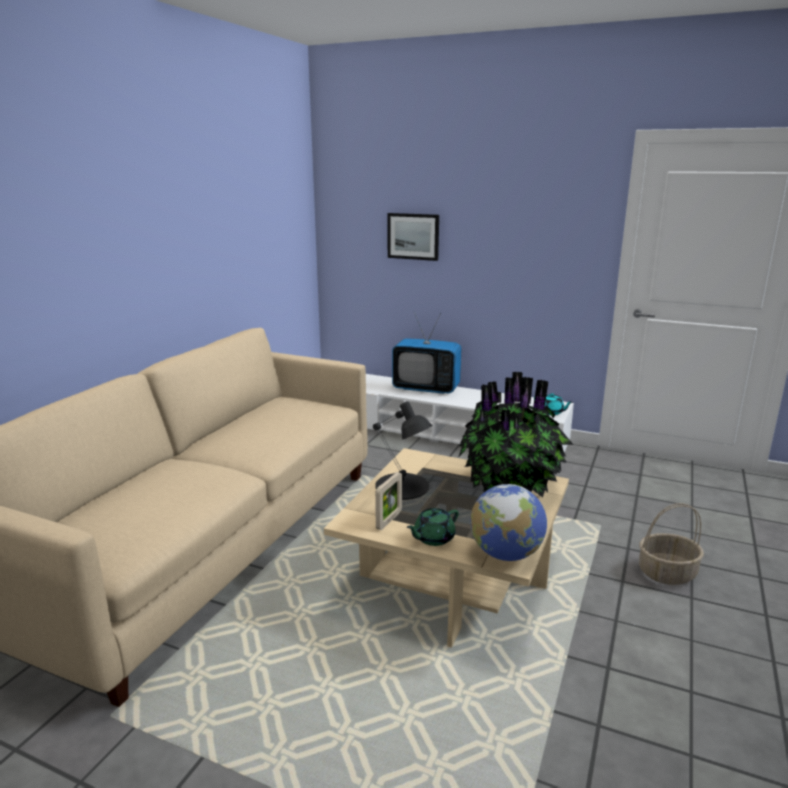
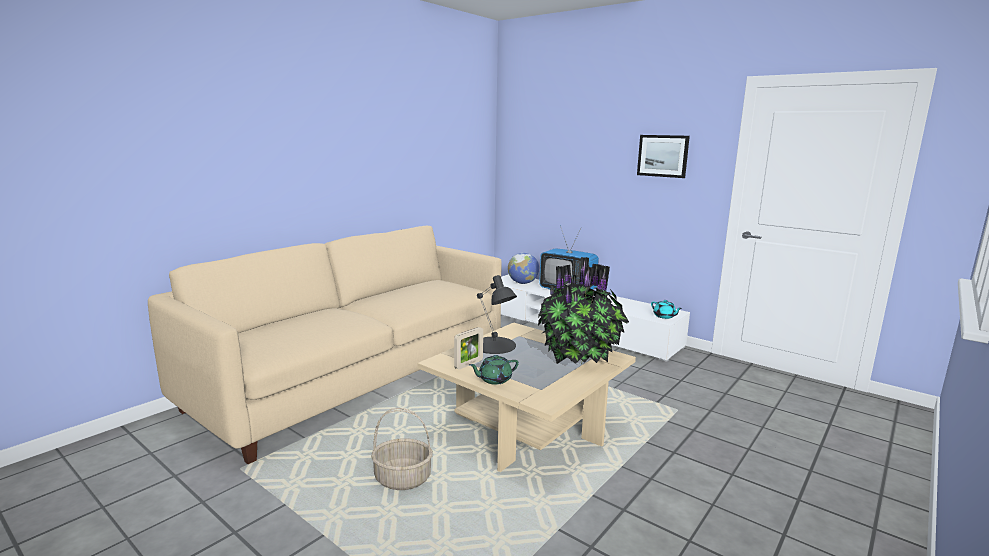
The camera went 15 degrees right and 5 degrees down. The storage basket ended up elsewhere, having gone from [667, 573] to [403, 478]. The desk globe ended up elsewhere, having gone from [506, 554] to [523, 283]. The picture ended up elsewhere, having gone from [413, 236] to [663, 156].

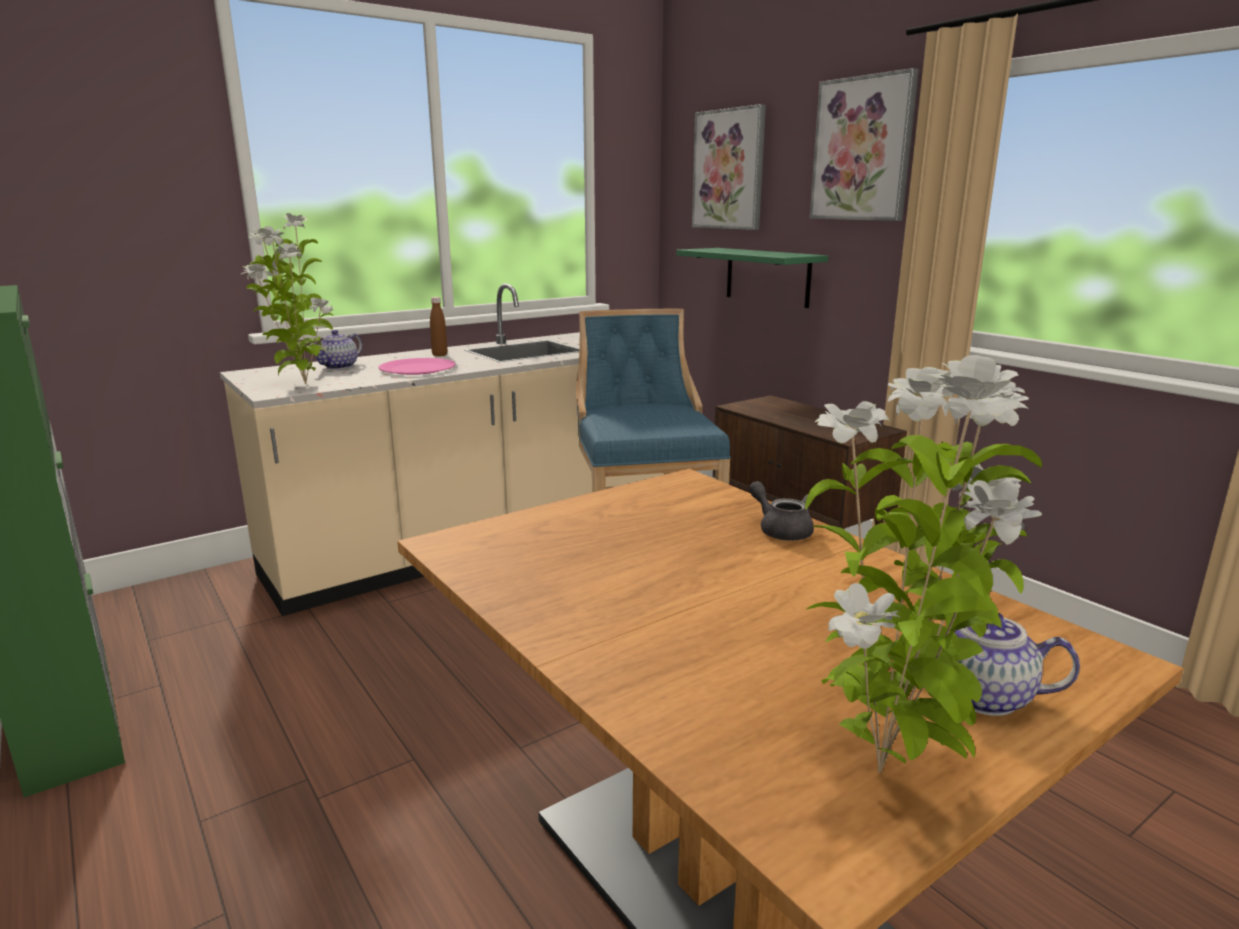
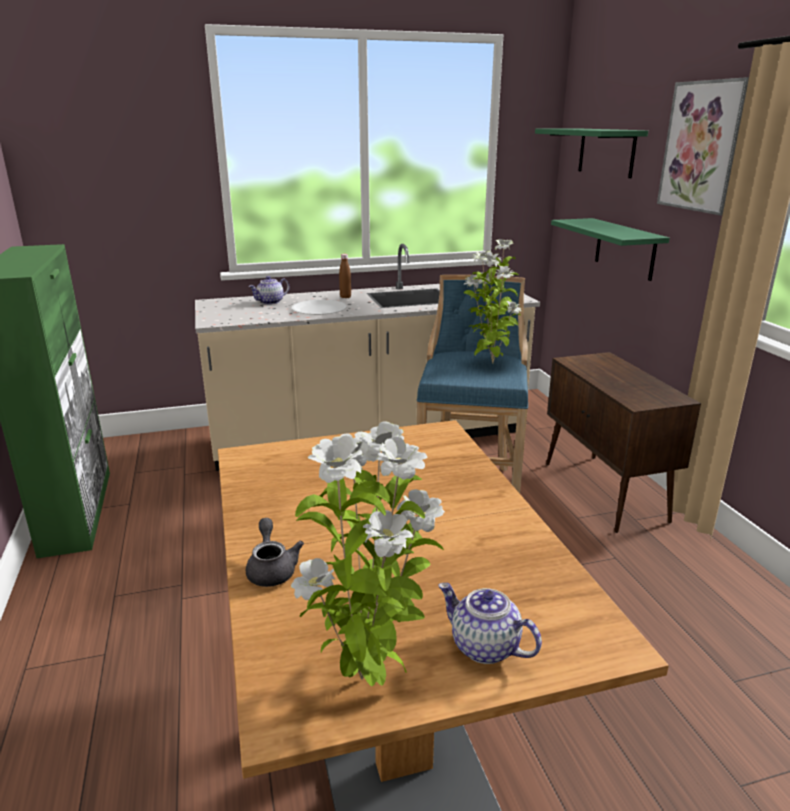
The camera went 20 degrees right and 5 degrees up. The teapot/greyish ended up elsewhere, having gone from [781, 530] to [272, 569]. What was the plate/pinkish at [417, 369] turned into the plate/white-coloured at [319, 309]. The plant in a pot ended up elsewhere, having gone from [302, 384] to [490, 363]. Where the picture hung at [729, 170], the wall shelf/greenish came to hang at [606, 152].

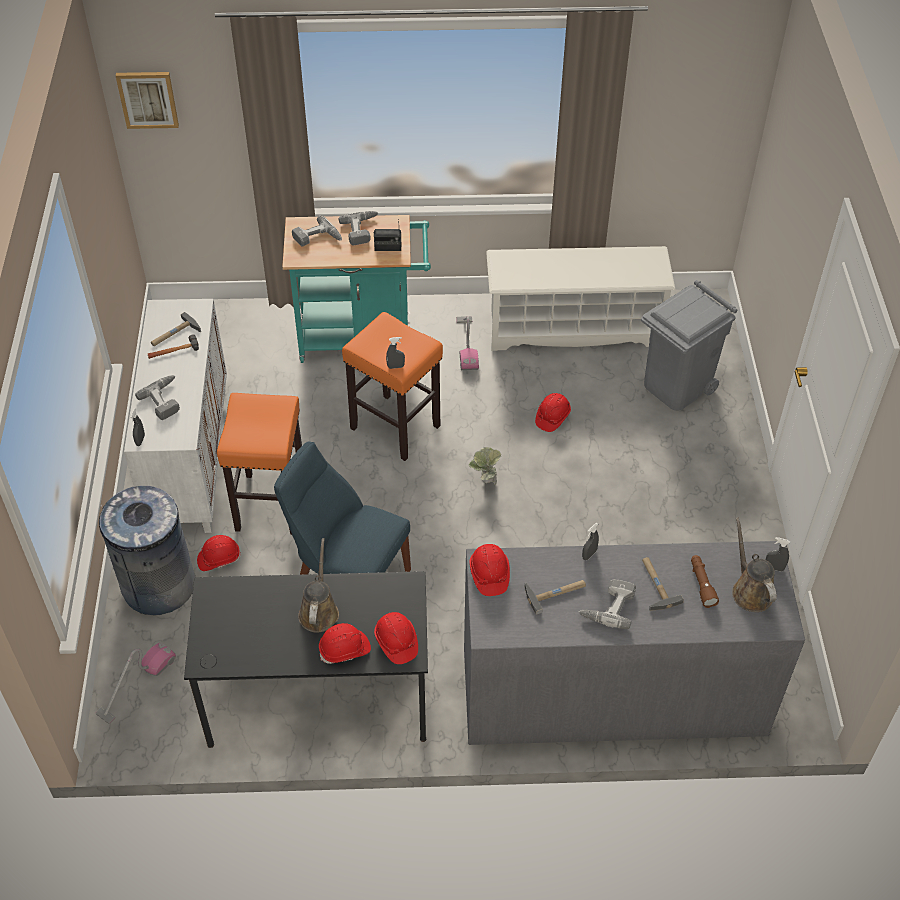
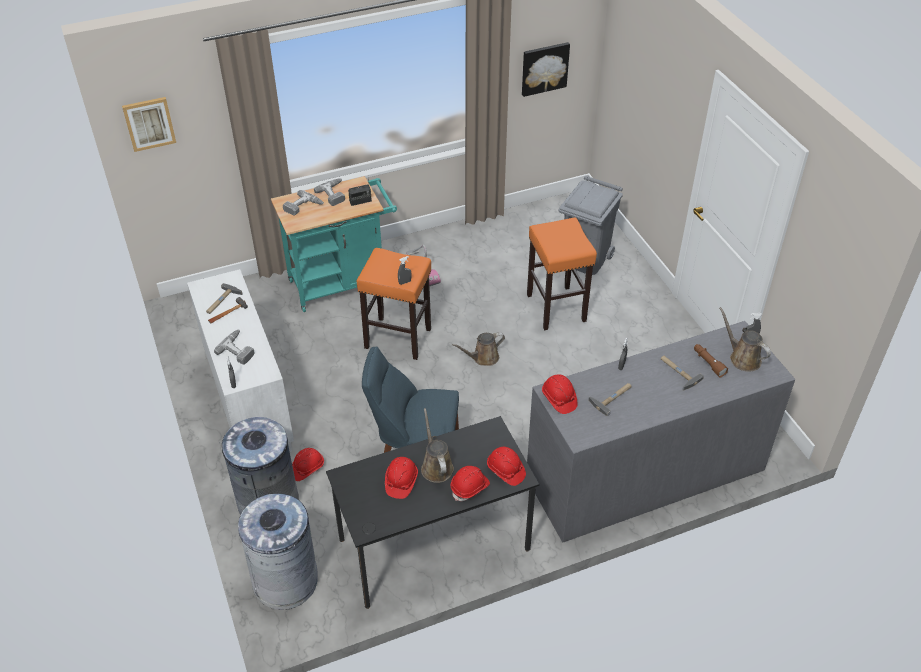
The camera went 20 degrees left and 5 degrees down. Where the vacuum stood at [136, 685], the trash can/greyish came to stand at [286, 581]. The safety helmet/reddish ended up elsewhere, having gone from [552, 417] to [401, 482]. Where the plant in a pot stood at [485, 482], the watering pot/brown-coloured came to stand at [483, 358]. The second view gained the picture at [544, 68]. The sitting stool/orange-coloured ended up elsewhere, having gone from [271, 504] to [556, 308]. The second view lost the shoe shelf/white-coloured at [574, 328]. The second view lost the power drill at [608, 606].

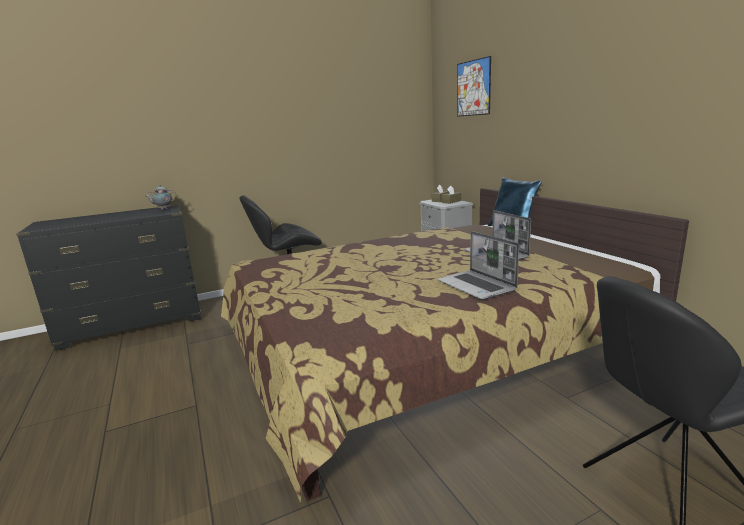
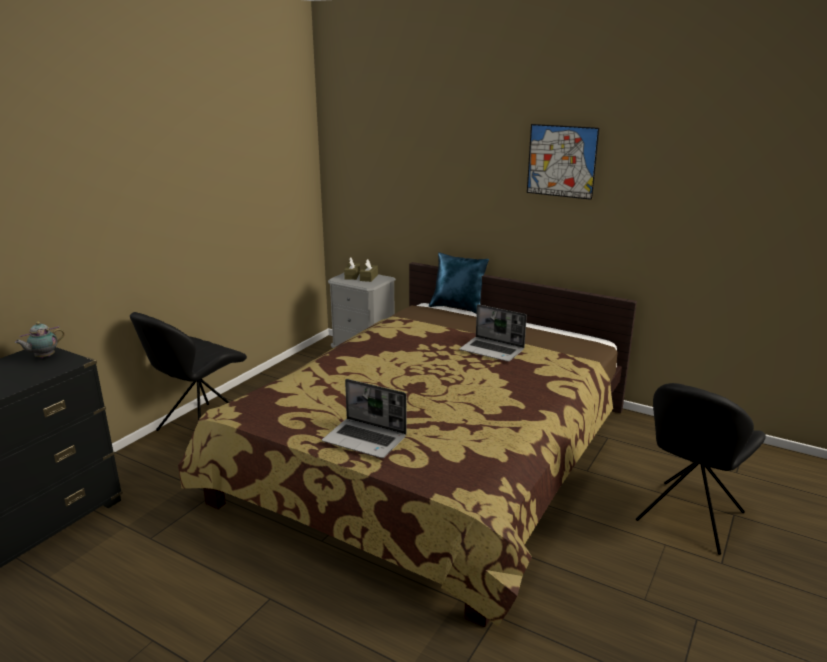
The camera went 35 degrees left and 5 degrees up. The laptop ended up elsewhere, having gone from [477, 286] to [366, 439]. The picture ended up elsewhere, having gone from [473, 88] to [561, 161].

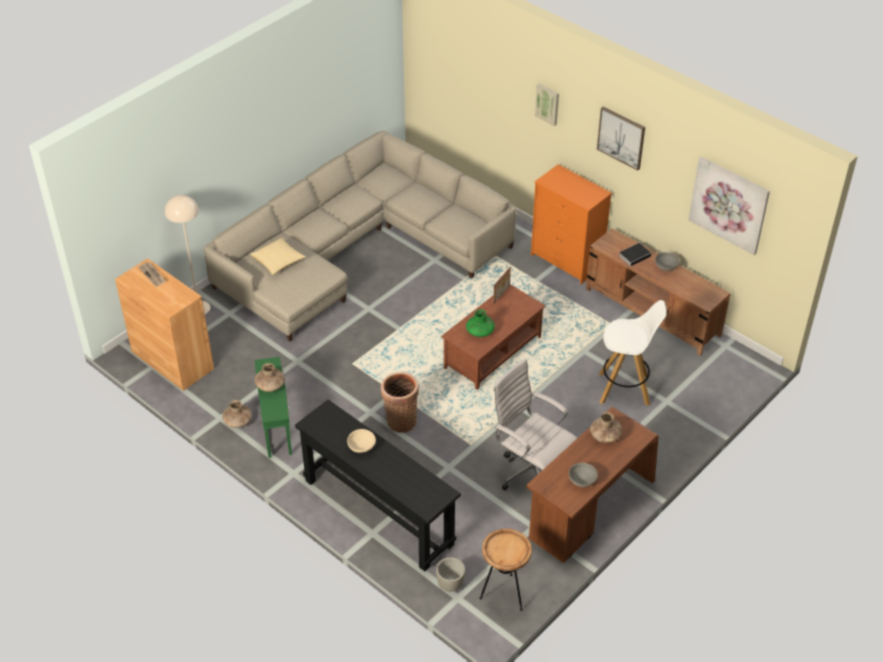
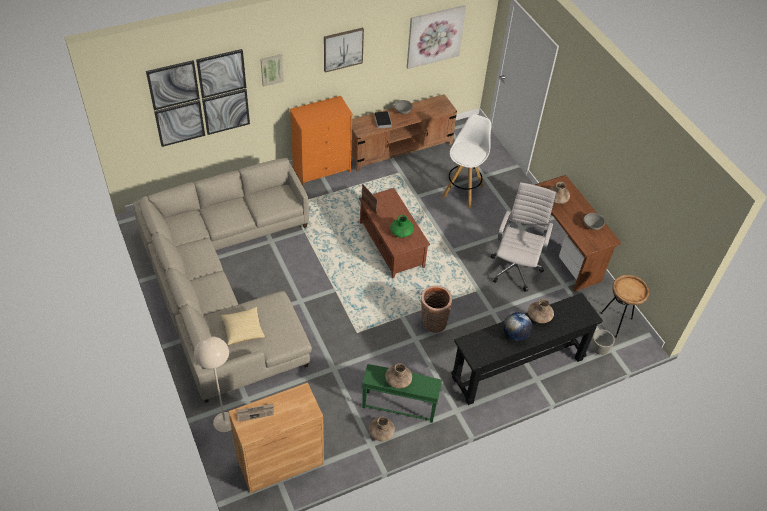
The camera went 70 degrees left and 5 degrees up. The second view gained the picture at [200, 98]. The office chair/white-coloured at [530, 472] ended up facing another way, 135 degrees clockwise from before. Where the deep dish/beige stood at [361, 447], the desk globe came to stand at [515, 334]. The second view gained the vase/brown-coloured at [539, 316].

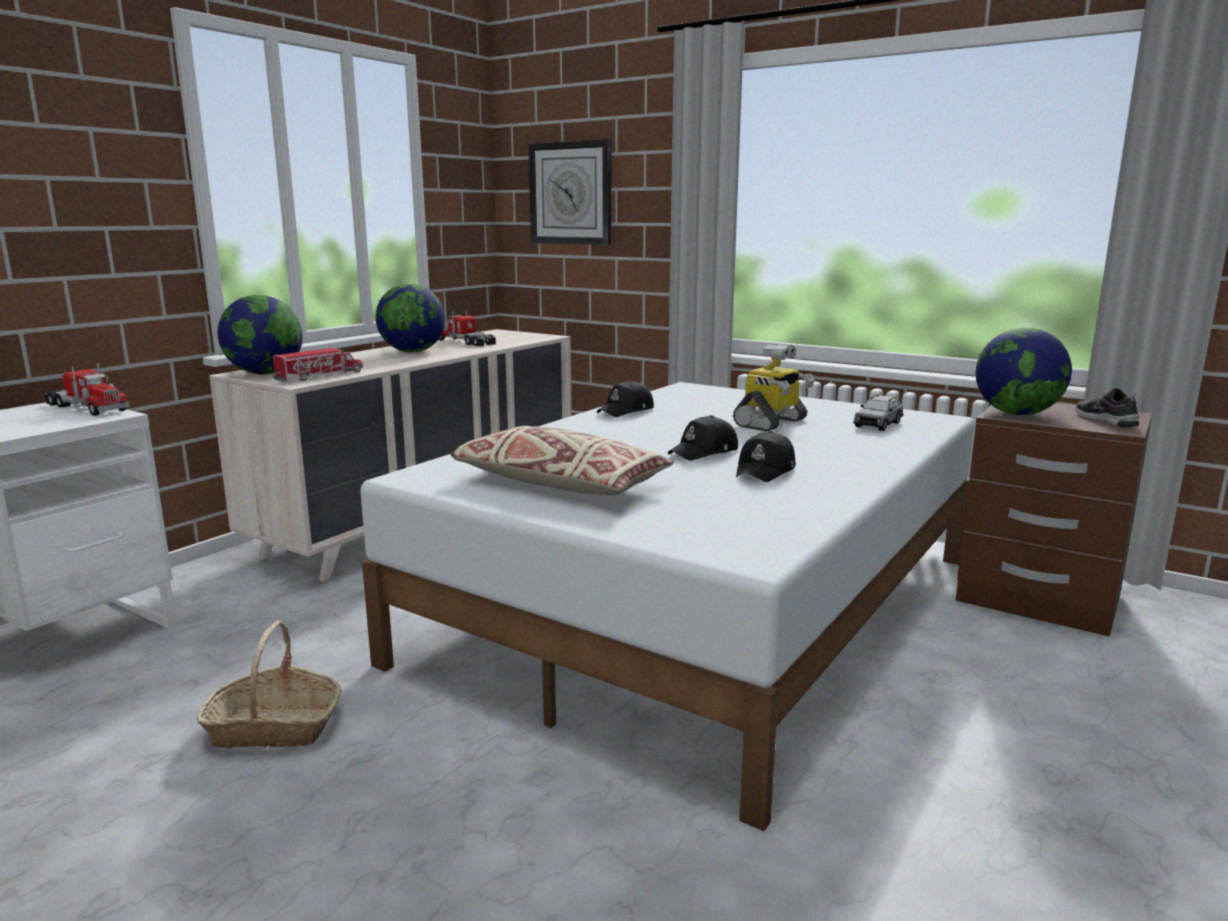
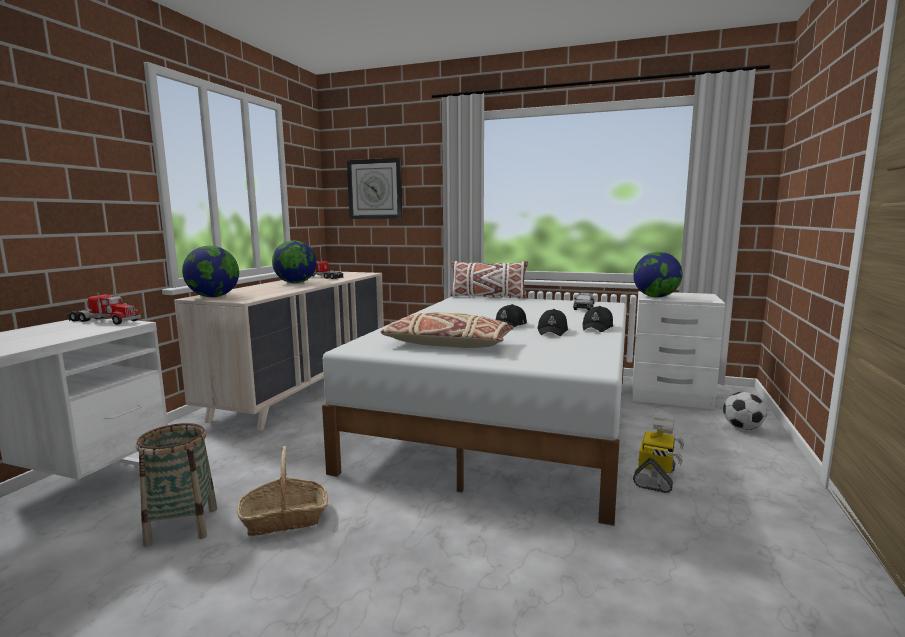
The camera went 15 degrees left and 5 degrees down. The second view gained the storage basket at [182, 526]. The second view gained the cushion/white-coloured at [487, 297]. The cap/black-coloured ended up elsewhere, having gone from [626, 411] to [598, 327]. What was the bedside table/brown-coloured at [1037, 599] turned into the bedside table/white-coloured at [670, 396]. The toy robot ended up elsewhere, having gone from [771, 423] to [655, 478]. The second view gained the ball for football at [742, 428]. The second view lost the toy lorry at [320, 376]. The second view lost the shoe at [1105, 421].

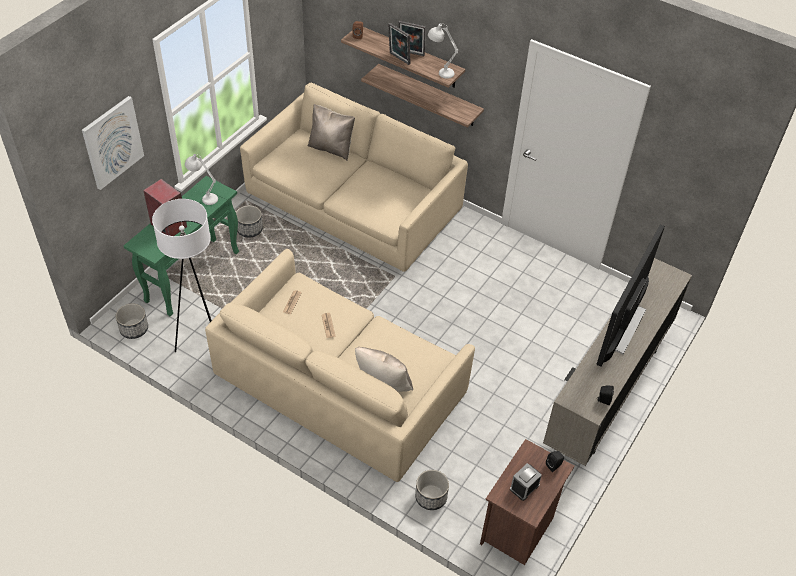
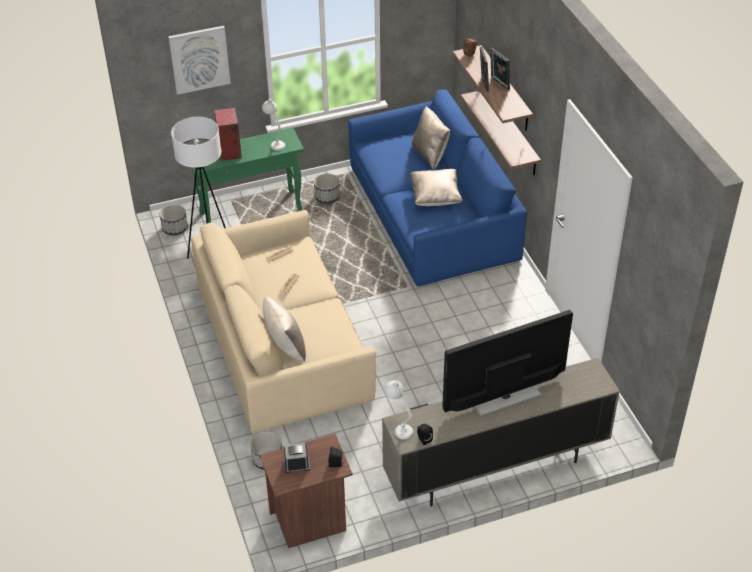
The camera went 40 degrees right and 5 degrees down. What was the couch/beige at [354, 201] turned into the couch/blue-coloured at [433, 214]. The tabletop lamp/white-coloured ended up elsewhere, having gone from [439, 72] to [399, 427]. The second view gained the cushion/beige at [435, 197].

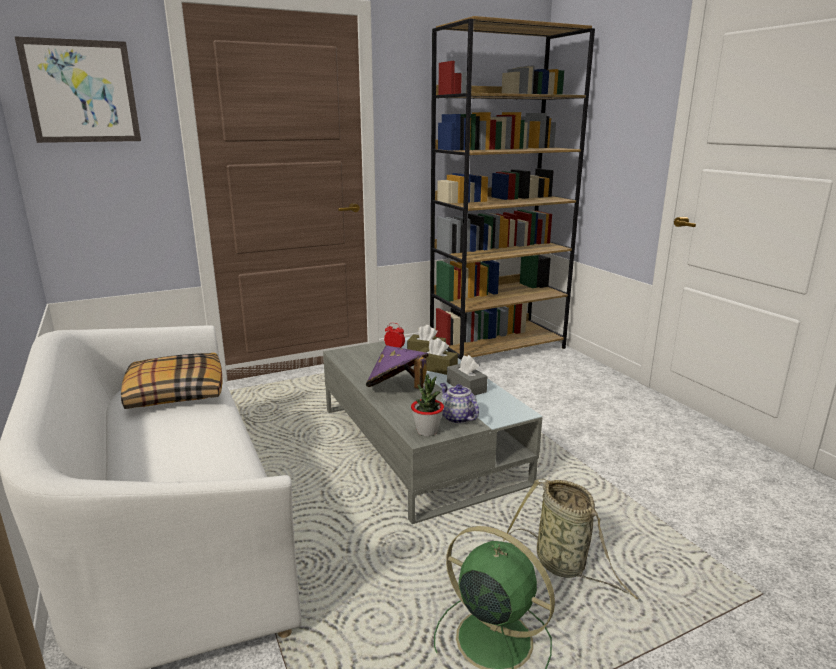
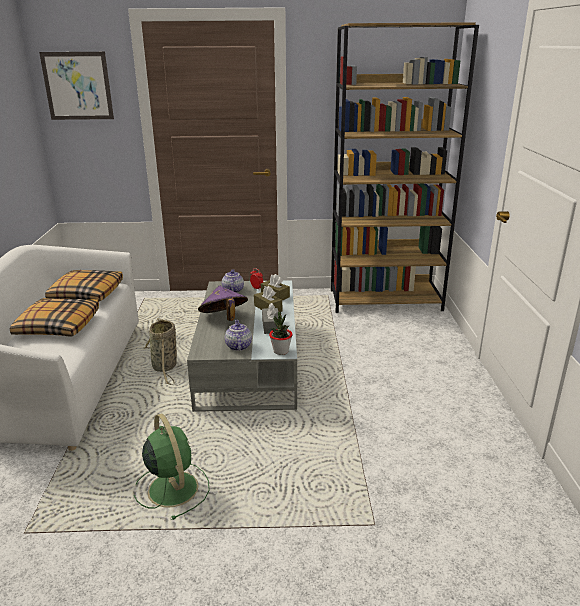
The camera went 25 degrees right and 5 degrees up. The second view gained the cushion at [58, 326]. The storage basket ended up elsewhere, having gone from [564, 565] to [165, 367]. The second view gained the teapot at [232, 290]. The plant in a pot ended up elsewhere, having gone from [427, 431] to [281, 351].

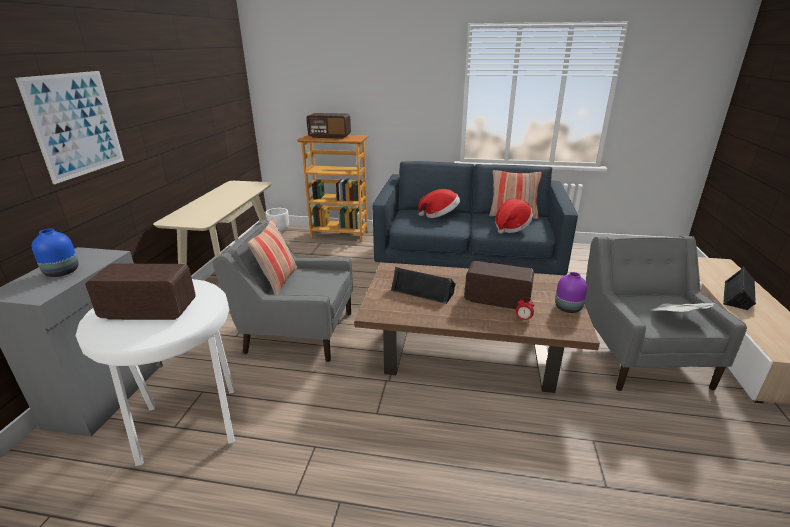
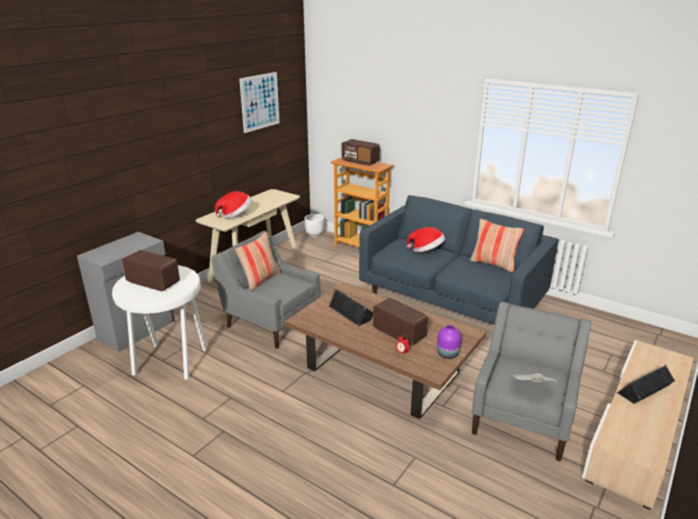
The camera went 25 degrees right and 0 degrees up. The clothing hat ended up elsewhere, having gone from [511, 228] to [235, 215]. The picture ended up elsewhere, having gone from [76, 125] to [260, 102]. The second view lost the vase/blue-coloured at [63, 272].

